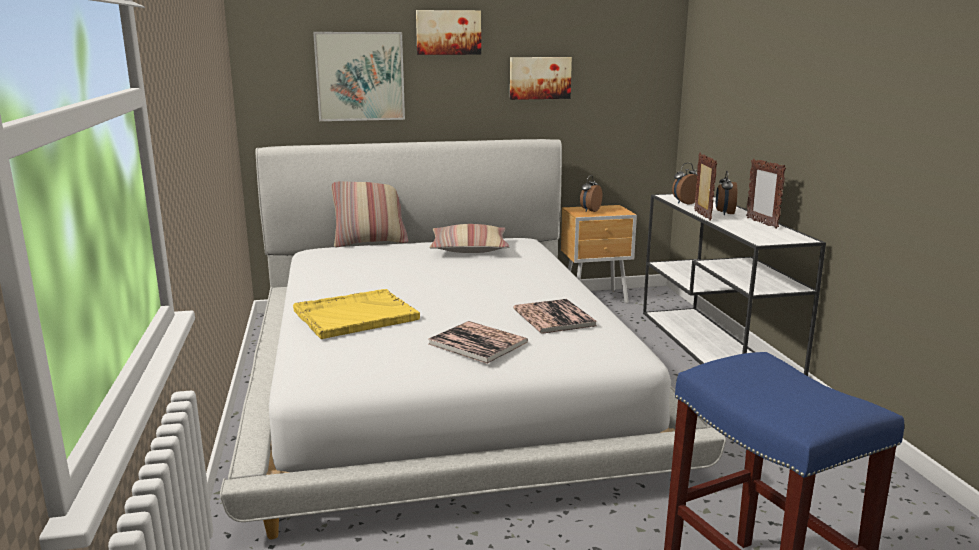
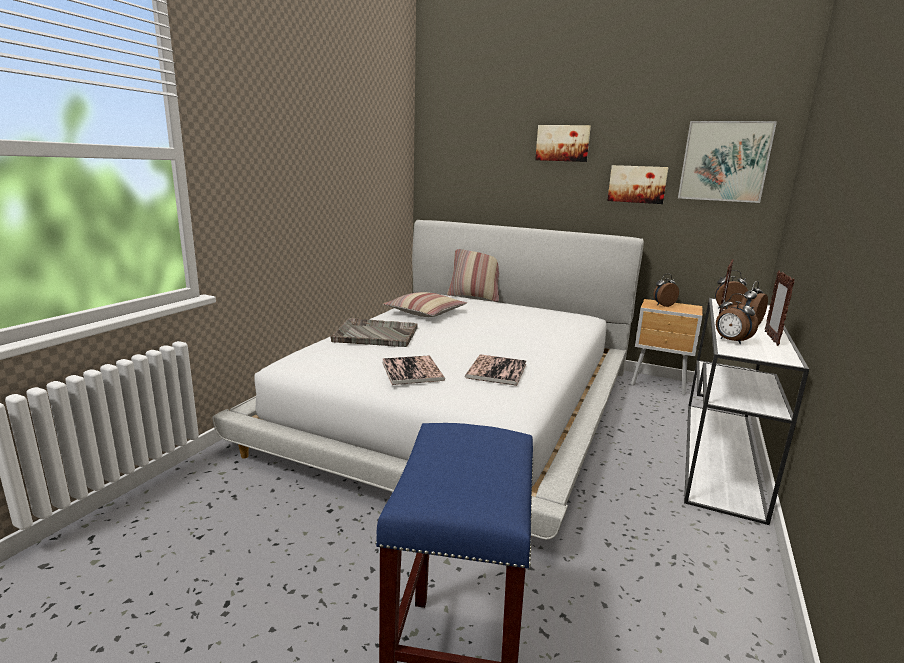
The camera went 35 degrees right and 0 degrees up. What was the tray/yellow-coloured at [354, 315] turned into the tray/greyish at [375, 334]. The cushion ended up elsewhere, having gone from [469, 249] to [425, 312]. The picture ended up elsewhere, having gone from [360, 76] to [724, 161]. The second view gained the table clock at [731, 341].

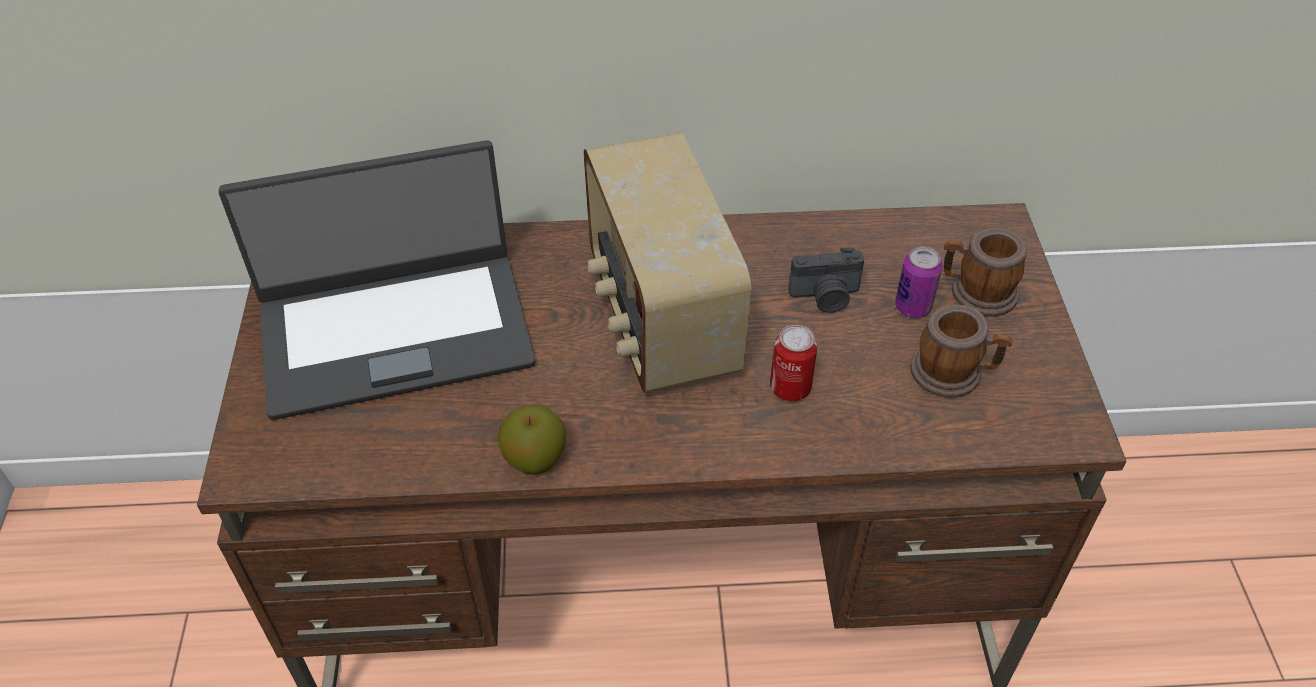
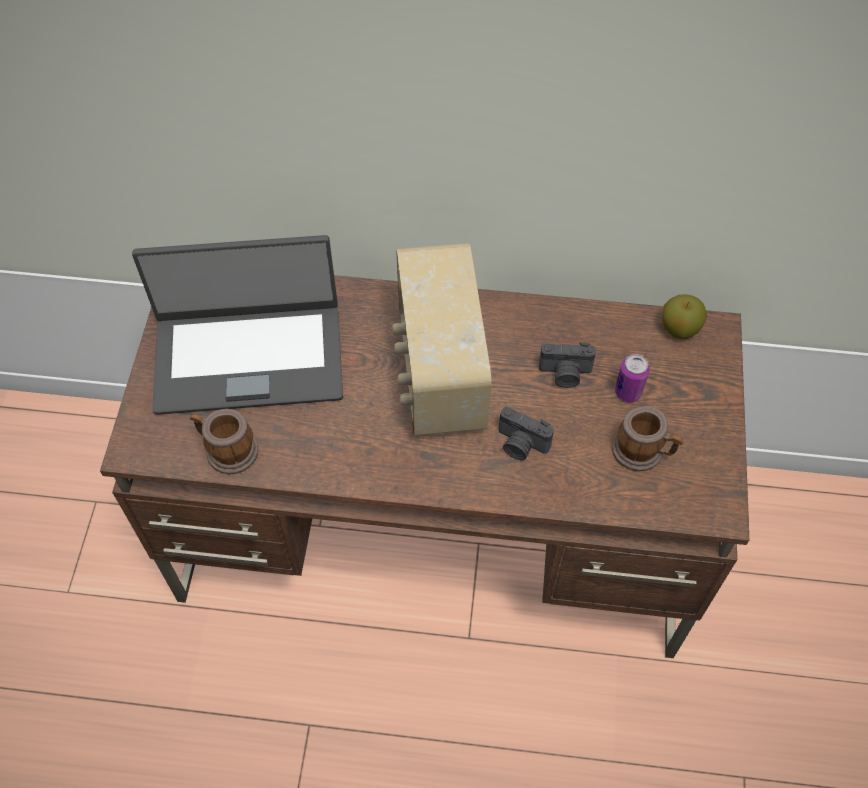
The camera went 10 degrees right and 10 degrees up. The mug ended up elsewhere, having gone from [976, 292] to [227, 450]. Where the can stood at [790, 388], the still camera came to stand at [520, 444]. The apple ended up elsewhere, having gone from [534, 459] to [679, 329].

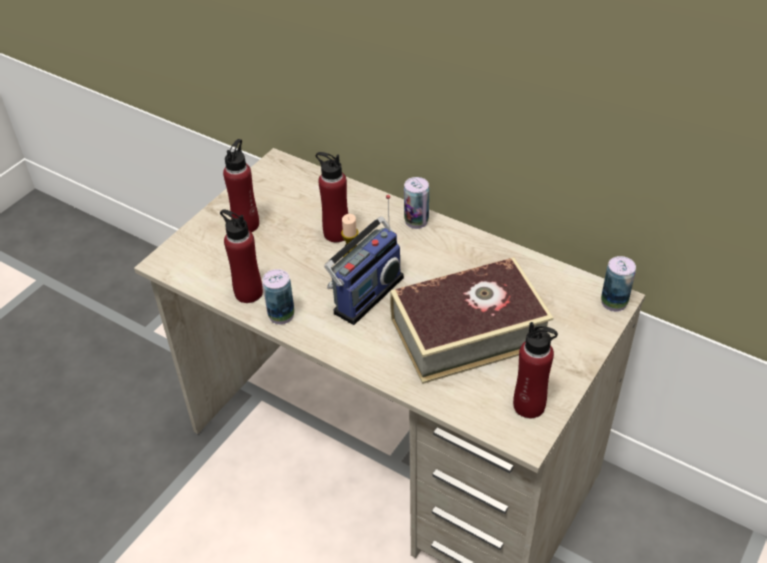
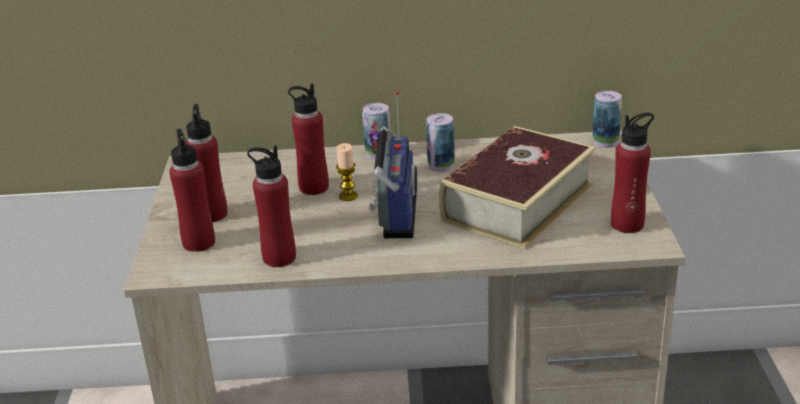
The camera went 35 degrees left and 15 degrees down. The second view gained the beverage bottle/reddish at [199, 243]. The can ended up elsewhere, having gone from [281, 315] to [441, 166].

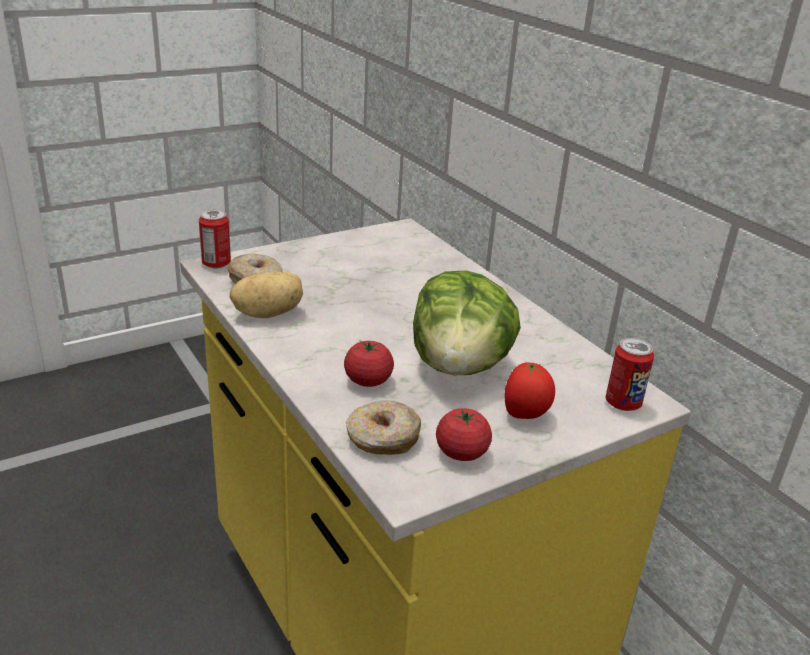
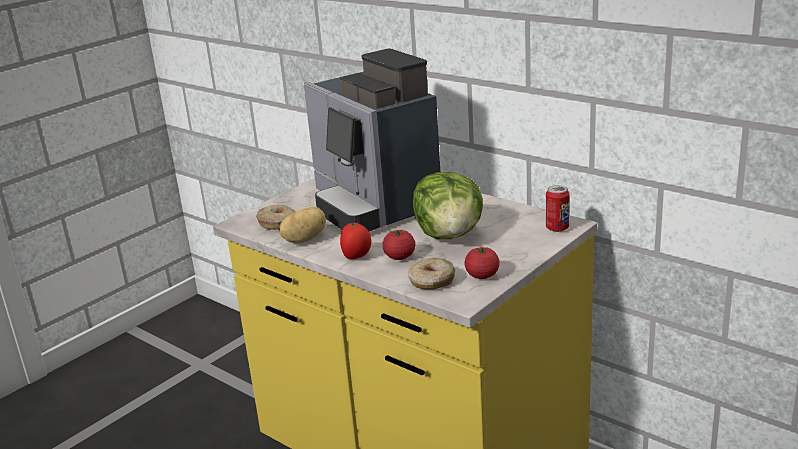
The camera went 15 degrees left and 5 degrees down. The second view gained the coffee brewer at [373, 205]. The tomato ended up elsewhere, having gone from [525, 415] to [357, 257]. The second view lost the can at [216, 264].

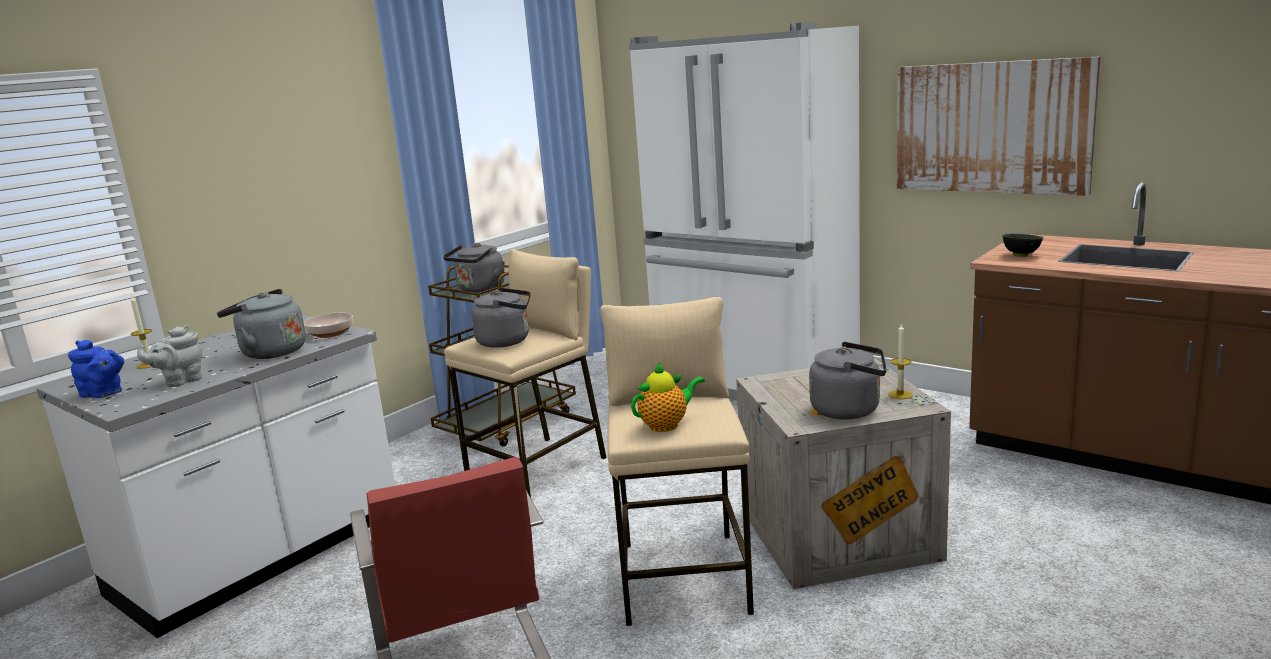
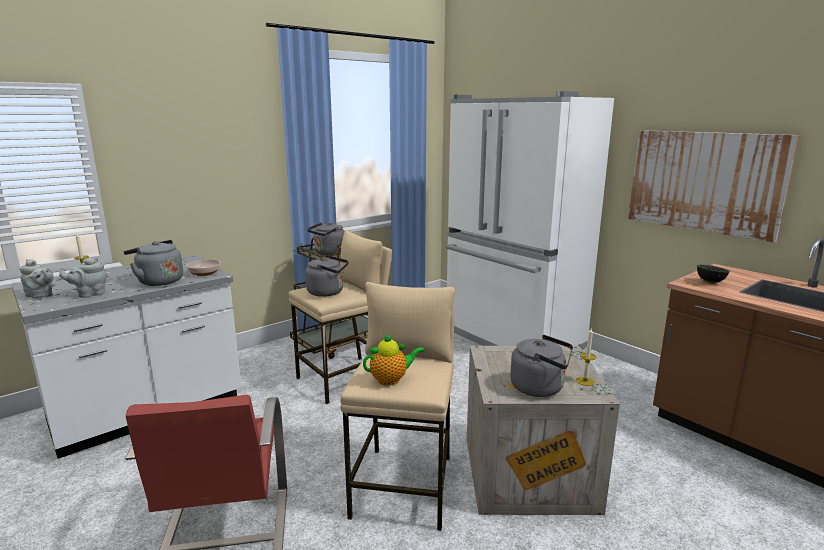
The camera went 10 degrees right and 0 degrees up. What was the teapot/blue-coloured at [104, 394] turned into the teapot/greyish at [40, 296].

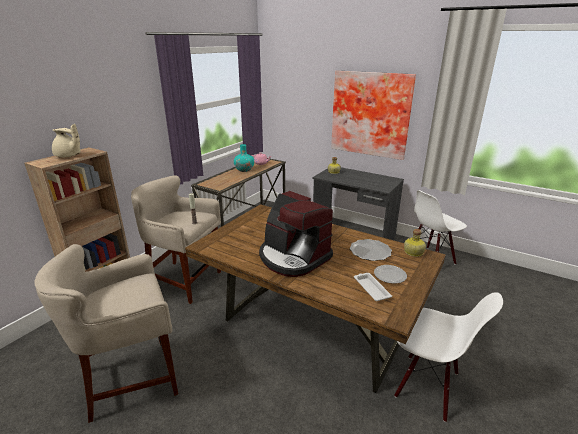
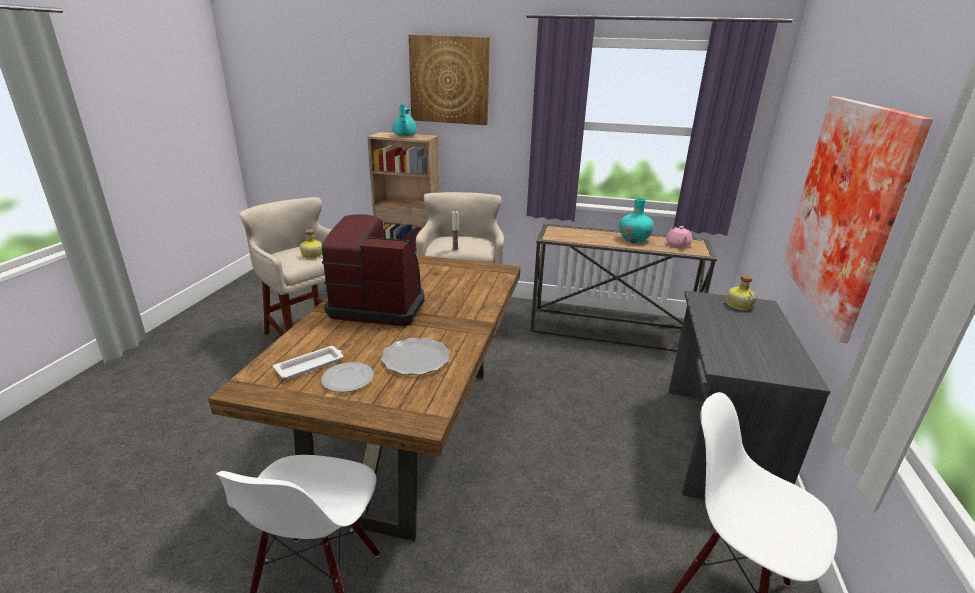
The camera went 70 degrees right and 0 degrees up. The beverage bottle ended up elsewhere, having gone from [413, 252] to [311, 255]. The coffee brewer at [293, 257] ended up facing another way, 75 degrees clockwise from before. What was the teapot/beige at [69, 156] turned into the teapot/turquoise-coloured at [404, 135]. The second view gained the picture at [449, 80].

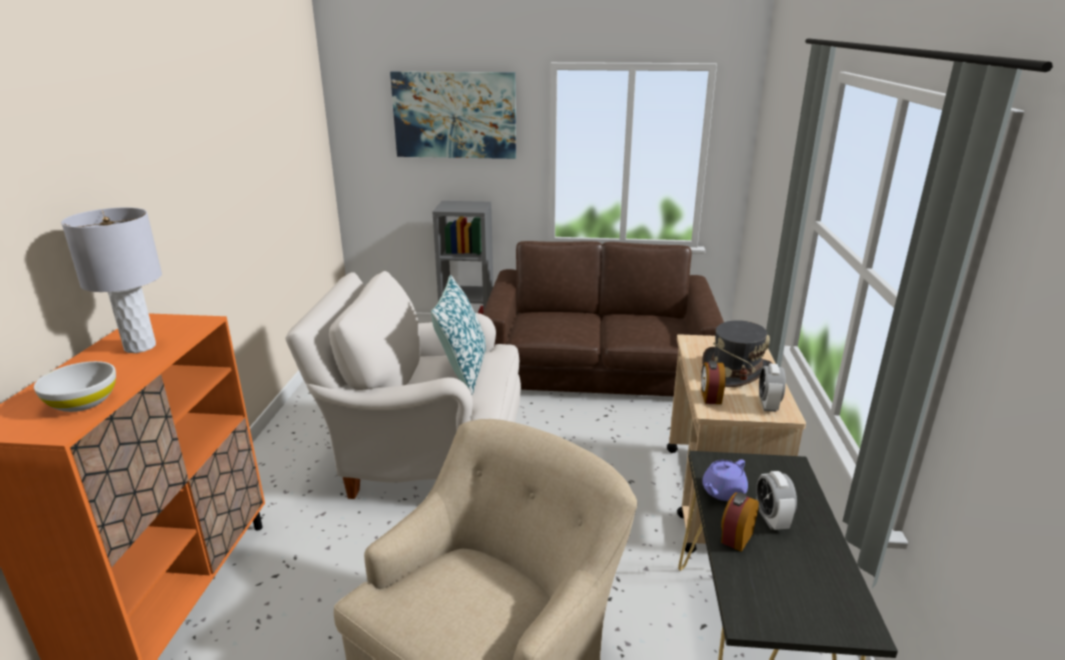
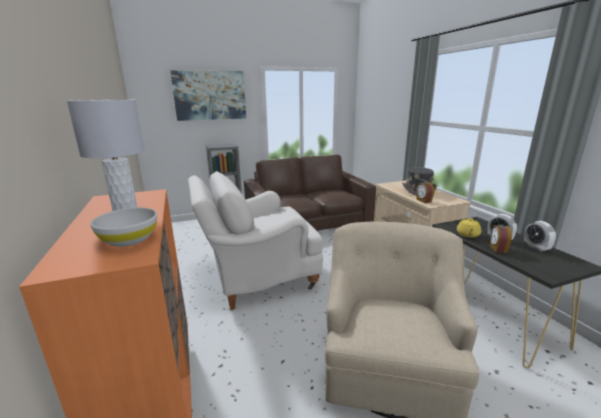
The camera went 25 degrees left and 5 degrees down. What was the teapot/purplish at [722, 492] turned into the teapot/yellow-coloured at [467, 235]. The table clock ended up elsewhere, having gone from [768, 405] to [536, 247]. The second view lost the cushion at [462, 371].

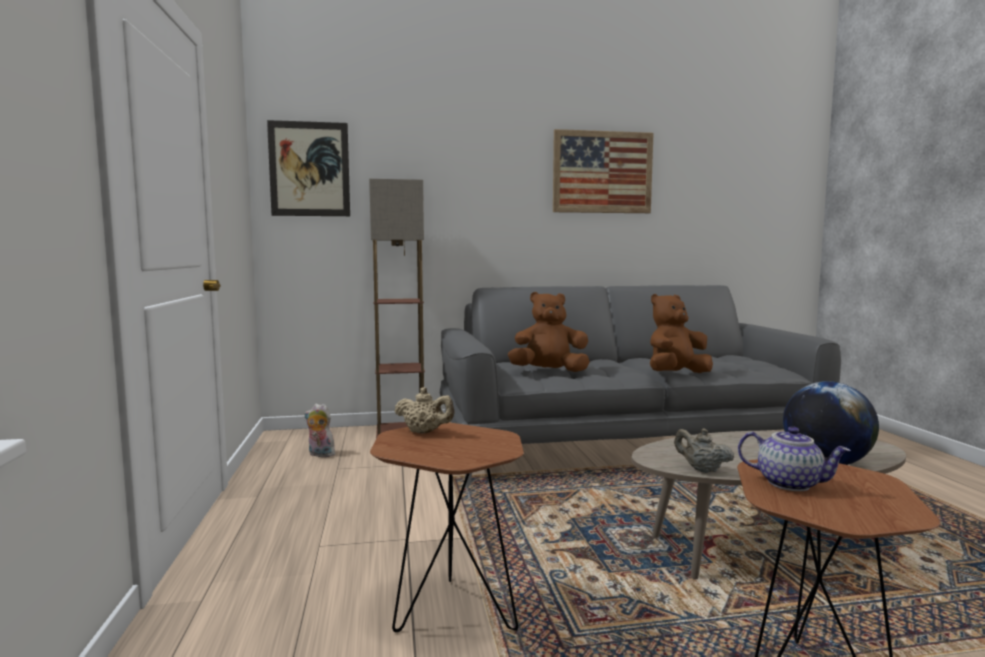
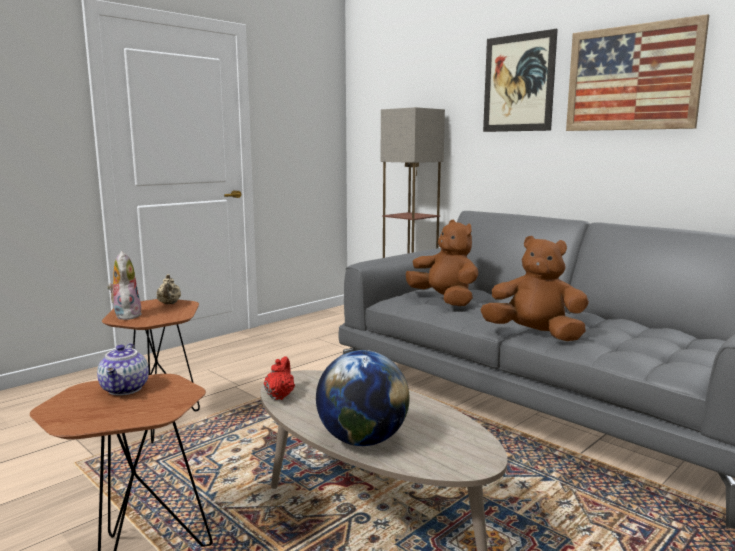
The camera went 55 degrees right and 5 degrees up. The soft toy ended up elsewhere, having gone from [320, 455] to [126, 315]. What was the teapot/beige at [701, 469] turned into the teapot/reddish at [280, 396]. The picture ended up elsewhere, having gone from [309, 169] to [518, 83].

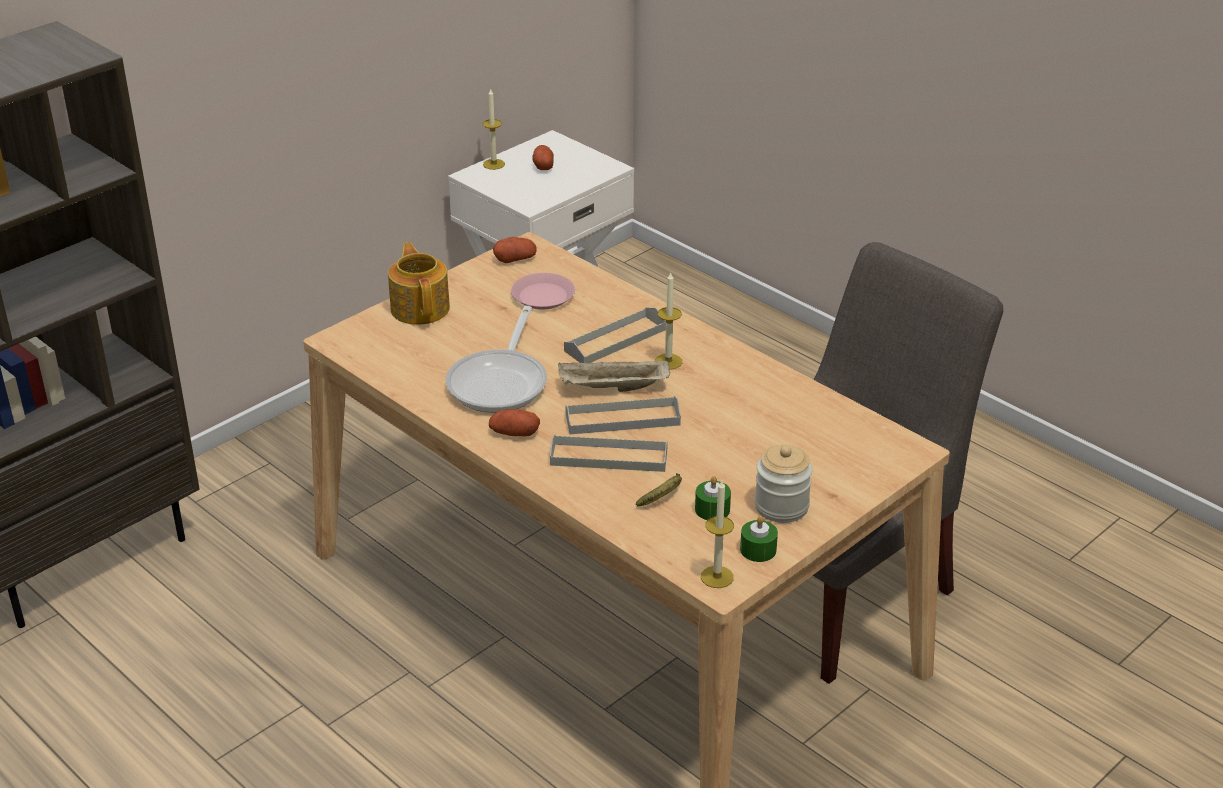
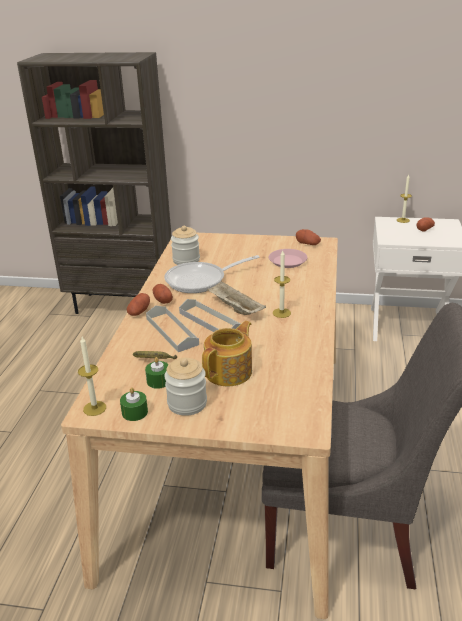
The camera went 55 degrees right and 5 degrees down. The second view gained the potato at [139, 311]. The second view gained the storage jar at [186, 260]. The teapot ended up elsewhere, having gone from [420, 308] to [229, 372]. The second view lost the tray/greyish at [615, 340].

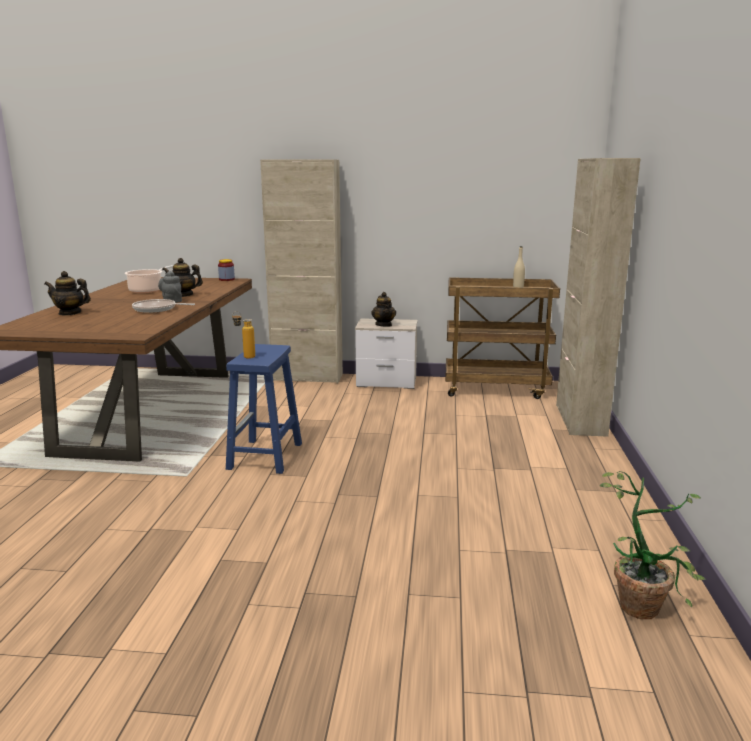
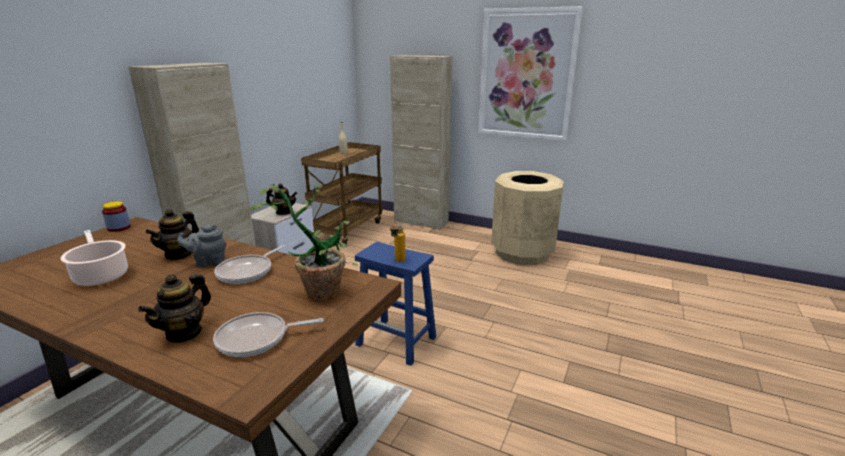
The camera went 70 degrees left and 5 degrees up. The second view gained the frying pan at [257, 339]. The plant in a pot ended up elsewhere, having gone from [642, 602] to [320, 288]. The second view gained the picture at [526, 75]. The second view gained the trash can/beige at [522, 253].

